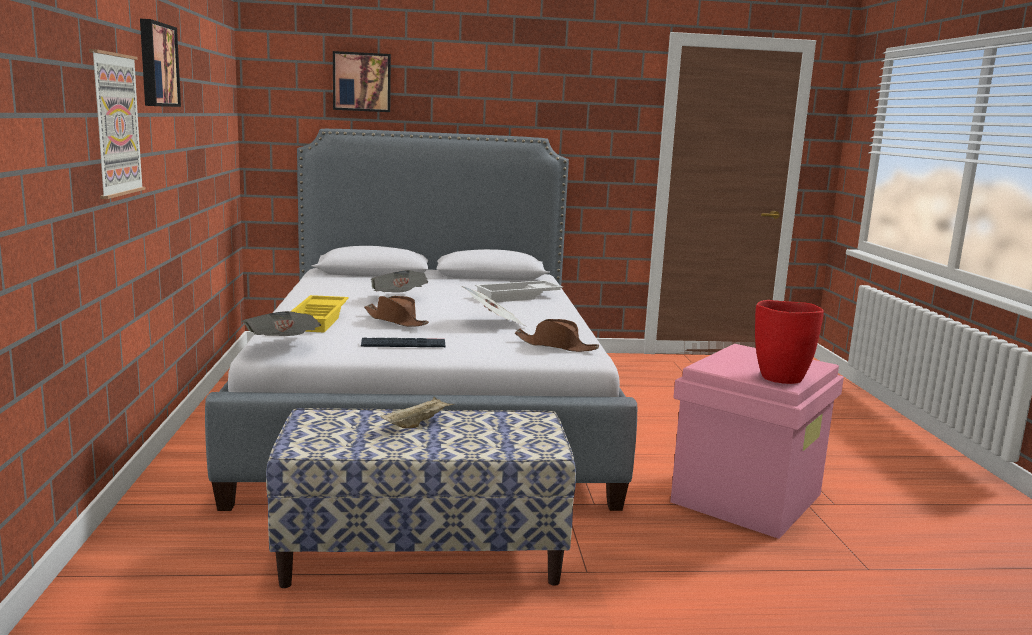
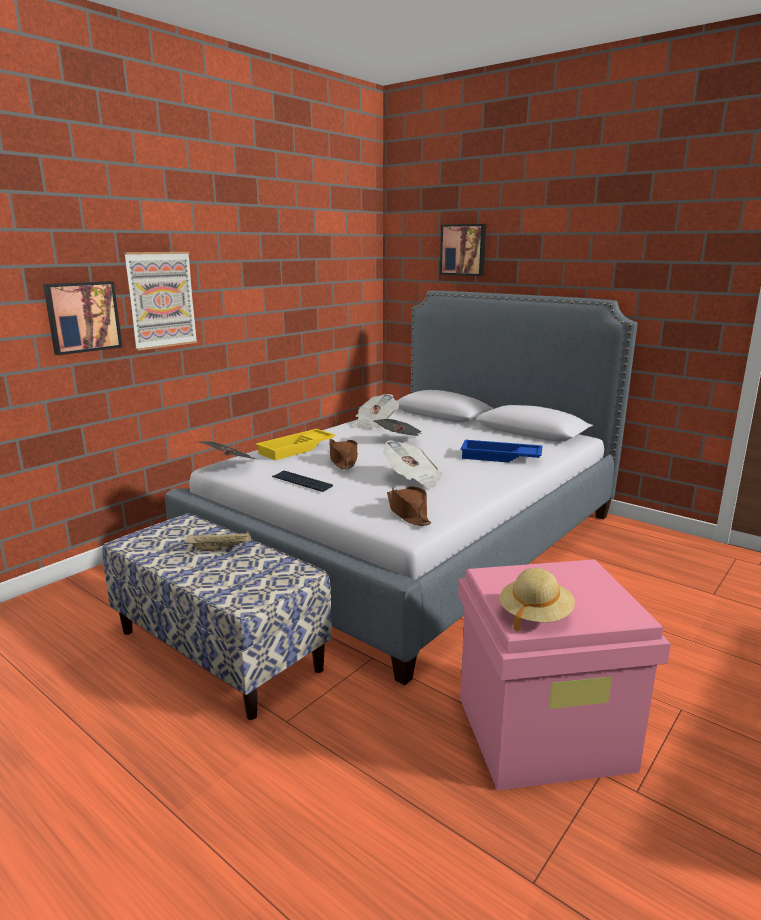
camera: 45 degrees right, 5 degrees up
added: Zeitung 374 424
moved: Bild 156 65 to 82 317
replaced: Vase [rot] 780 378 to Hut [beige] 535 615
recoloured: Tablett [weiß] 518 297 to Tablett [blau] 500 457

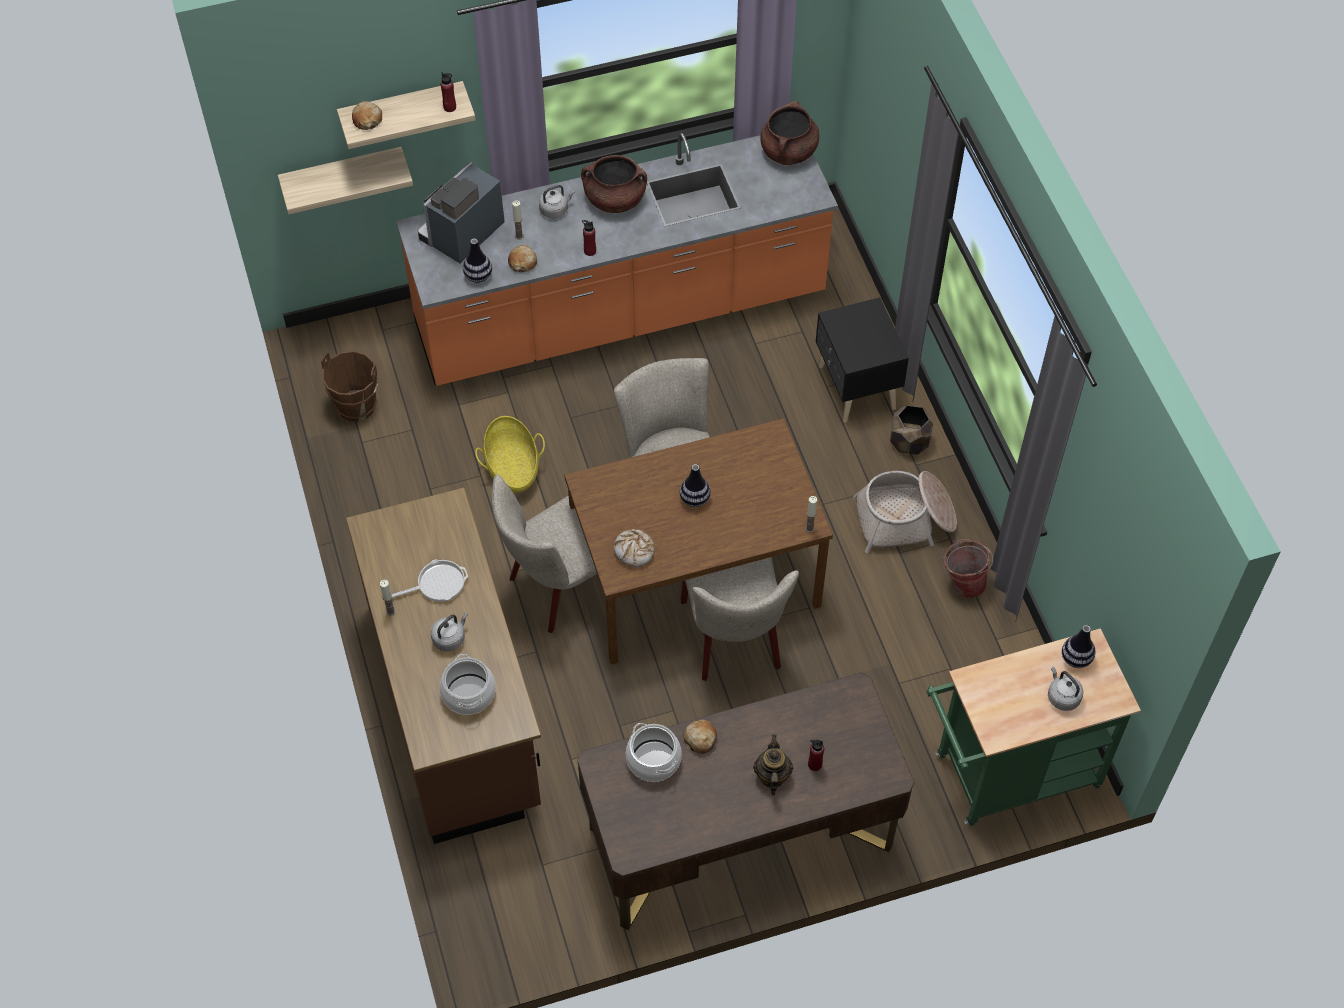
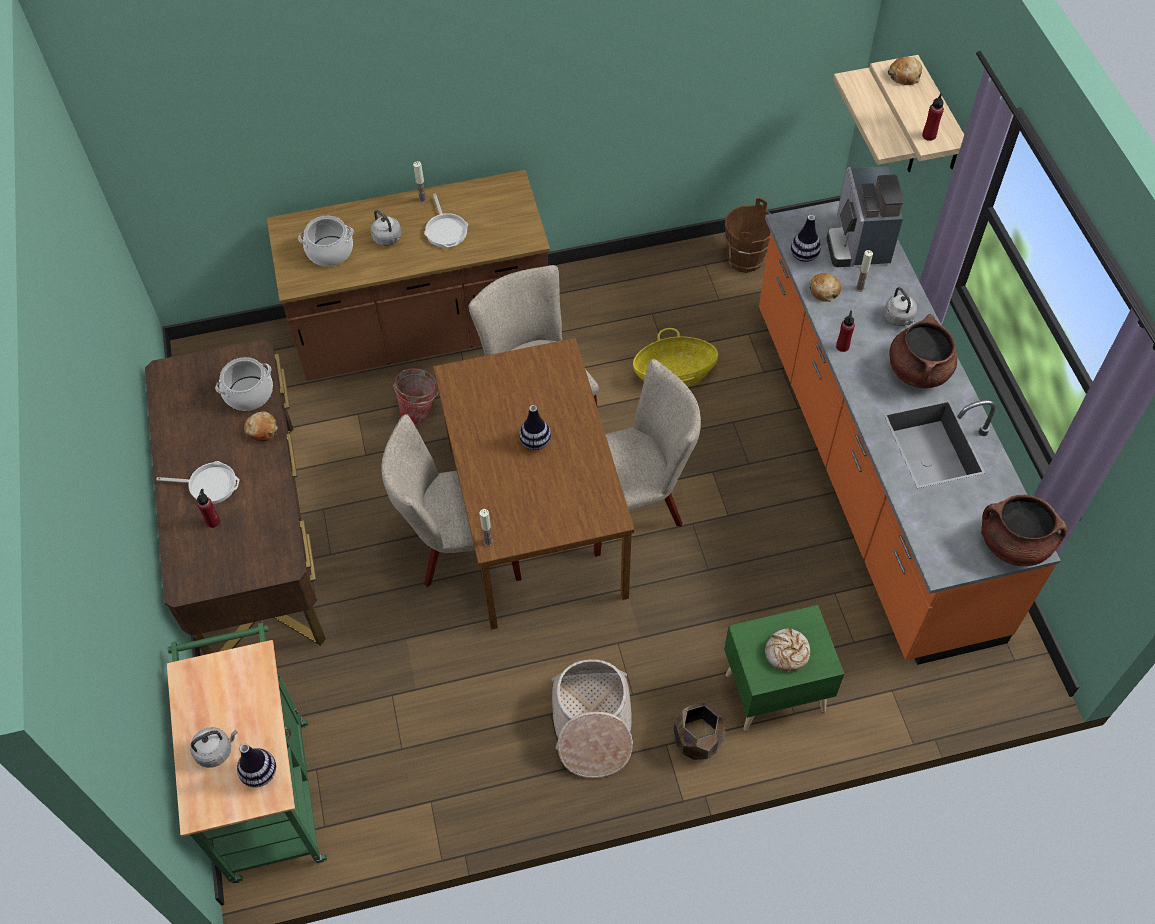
camera: 95 degrees right, 0 degrees up
moved: Eimer 963 582 to 421 411; Brot 634 551 to 786 653
replaced: Teekanne 772 776 to Pfanne 209 485
recoloured: Nachttisch [schwarz] 855 389 to Nachttisch [grün] 772 691
turned: Kaffeemaschine 461 235 = 858 242 135 degrees counterclockwise

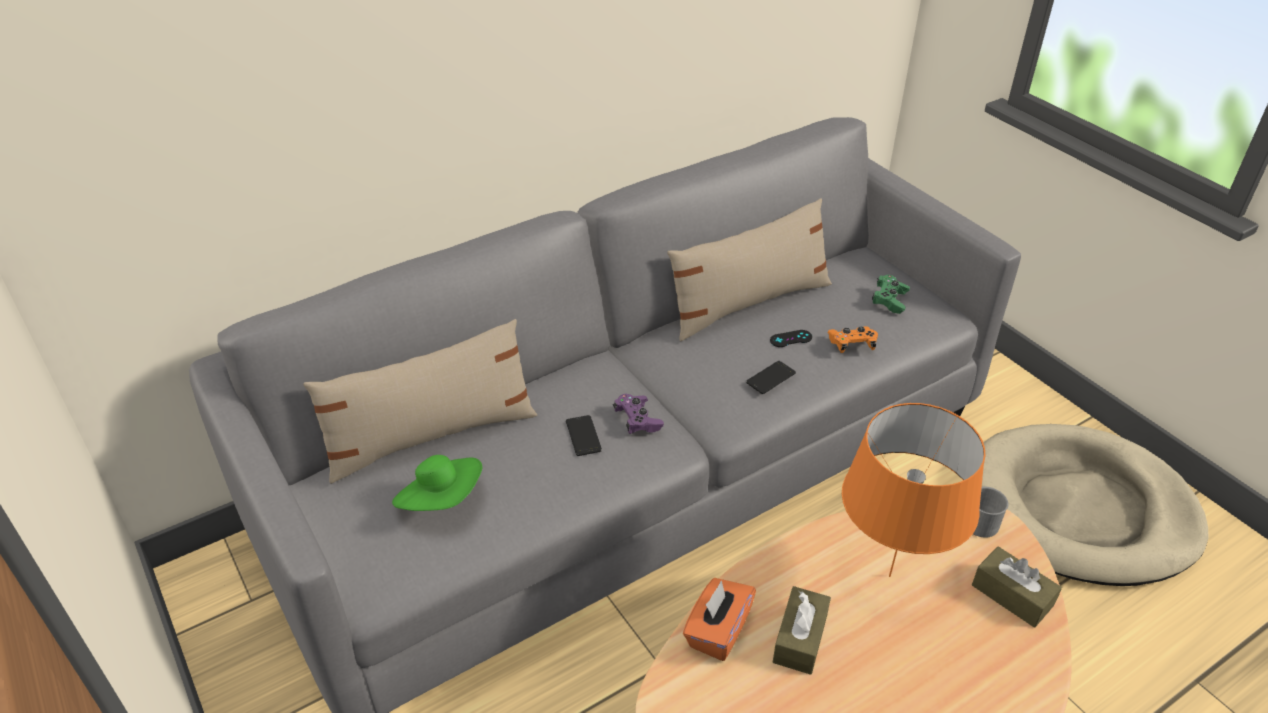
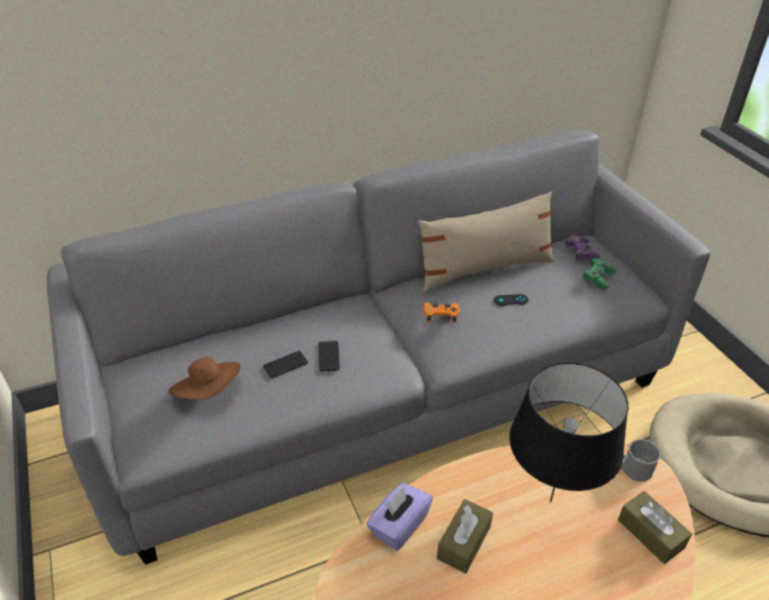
camera: 10 degrees right, 0 degrees up
removed: Kissen [beige] 431 436
moved: Handy 771 378 to 285 365; Gamepad [orange] 851 345 to 440 316; Gamepad [lila] 637 420 to 581 253
recoloured: Hut [grün] 442 500 to Hut [braun] 209 392; Taschentuchbox [orange] 717 631 to Taschentuchbox [lila] 399 526; Tischlampe [orange] 890 576 to Tischlampe [schwarz] 551 502

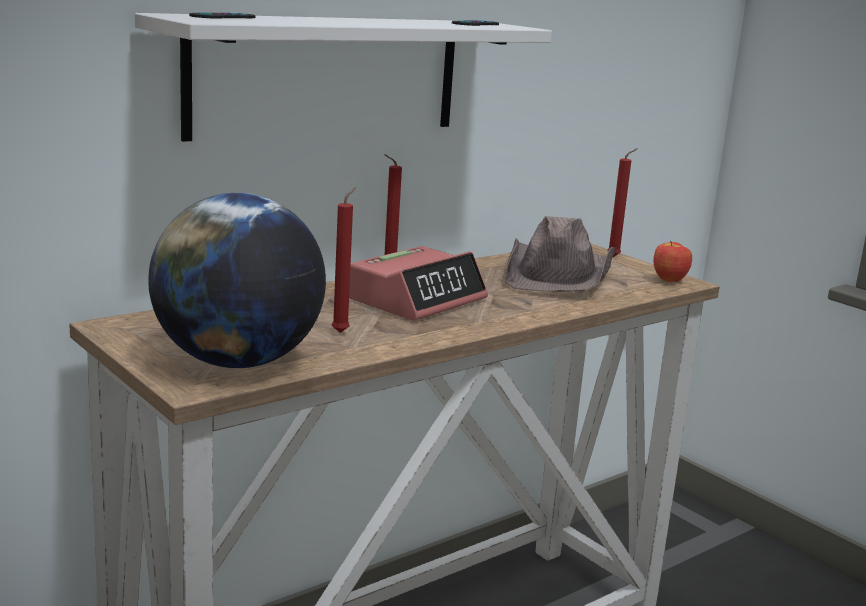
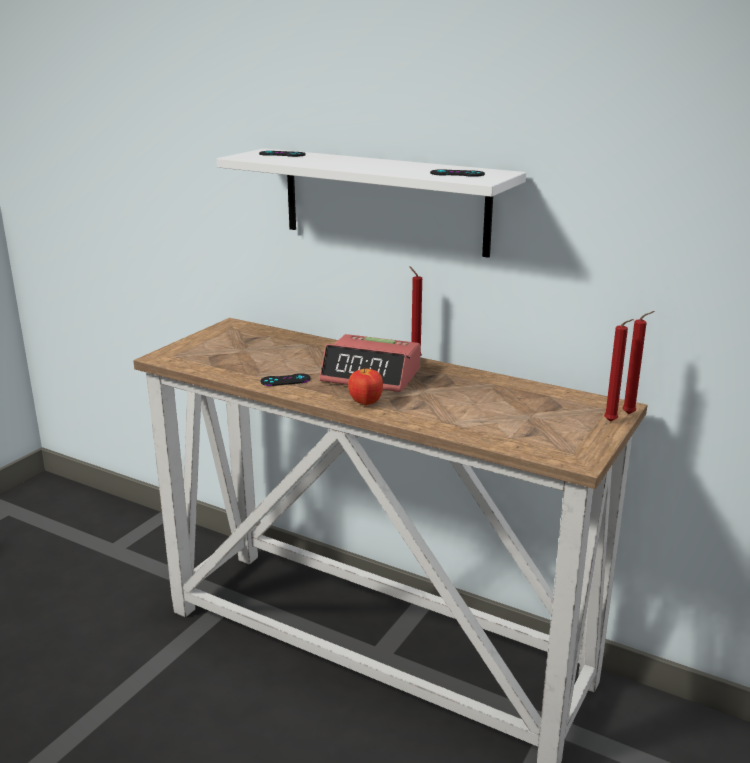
camera: 70 degrees right, 5 degrees up
removed: Globus 237 362; Hut [braun] 559 274
added: Gamepad [schwarz] 285 380
moved: Apfel 669 281 to 365 403; Kerze [rot] 342 332 to 631 414

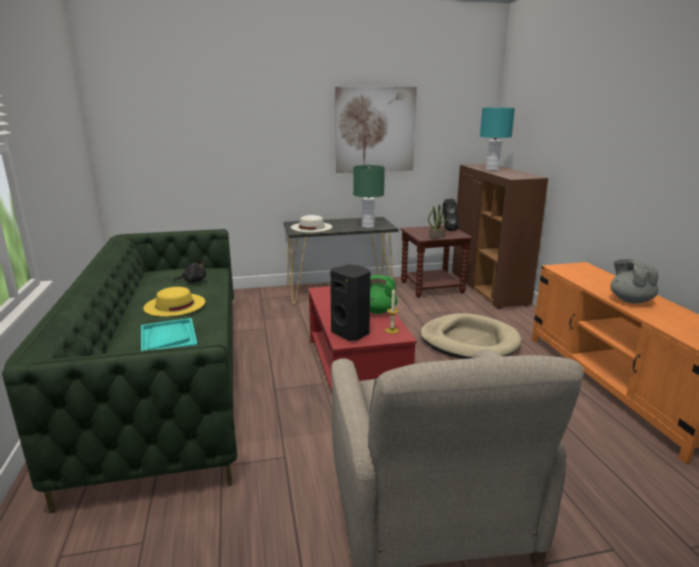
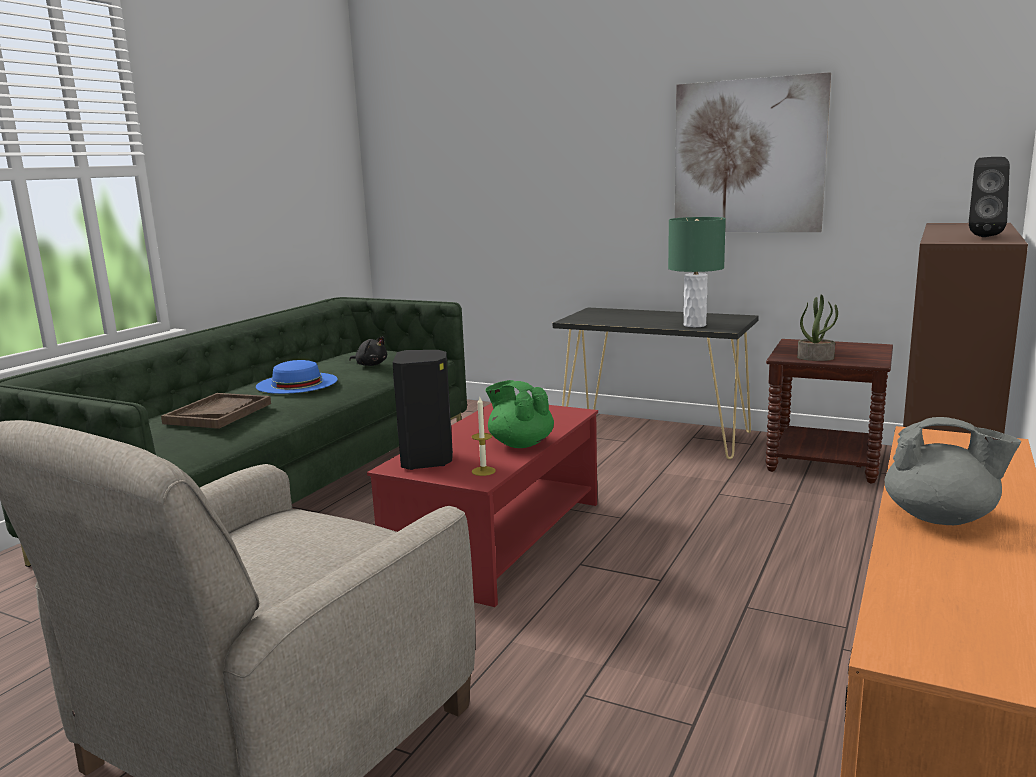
camera: 40 degrees right, 5 degrees down
removed: Hut [weiß] 311 227; Hundebett [beige] 469 341; Tischlampe [türkis] 492 169
moved: Lautsprecher [schwarz] 448 230 to 983 236
recoloured: Tablett [türkis] 168 339 to Tablett [braun] 218 413; Hut [gelb] 175 304 to Hut [blau] 297 383
turned: Teekanne [grau] 630 300 = 941 518 90 degrees clockwise

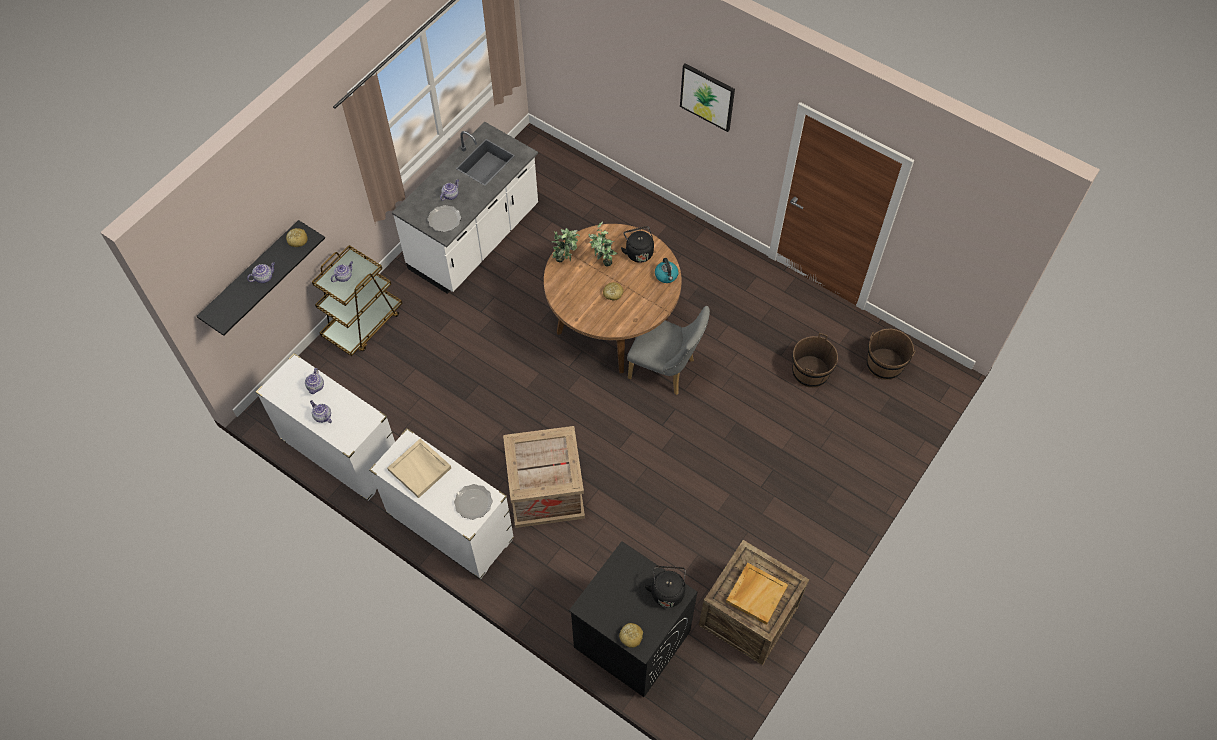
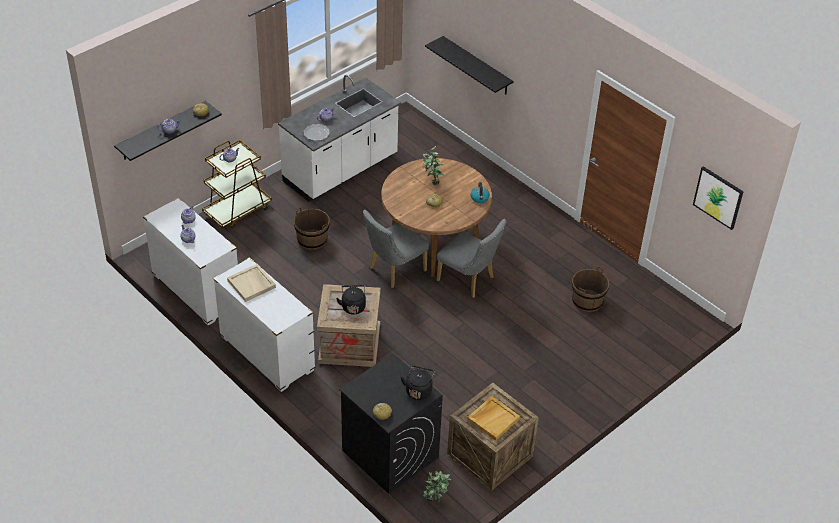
camera: 10 degrees right, 15 degrees down
removed: Teller 473 502
added: Stuhl [grau] 393 271; Wandregal [schwarz] 477 66
moved: Eimer [braun] 884 364 to 312 240; Wasserkessel [schwarz] 638 252 to 353 306; Topfpflanze 565 259 to 435 500; Bild 707 96 to 718 197

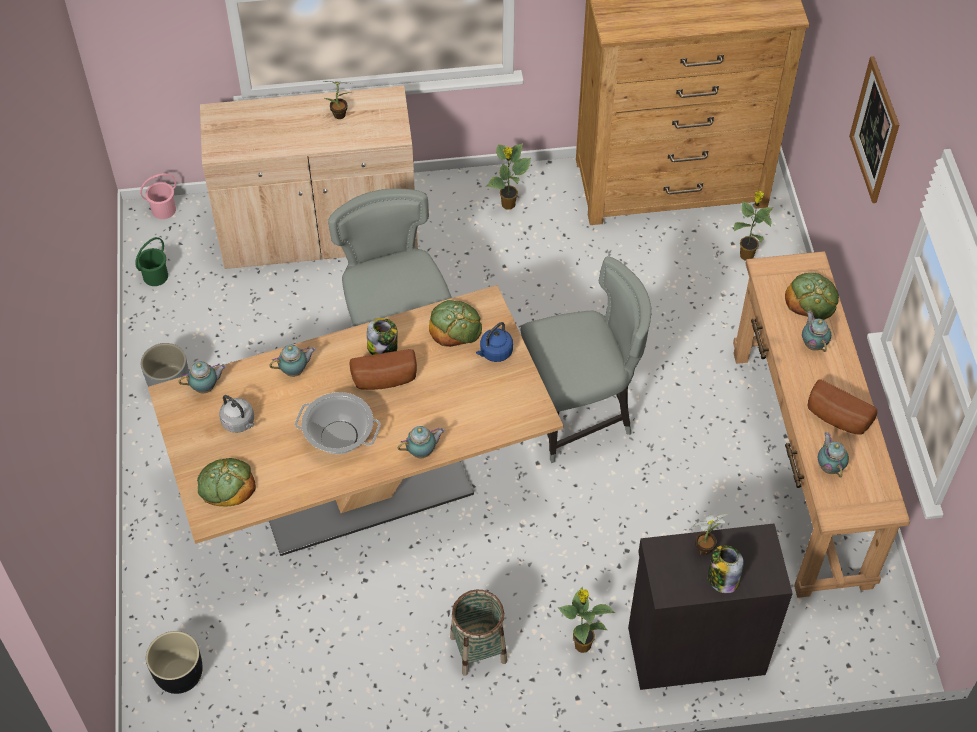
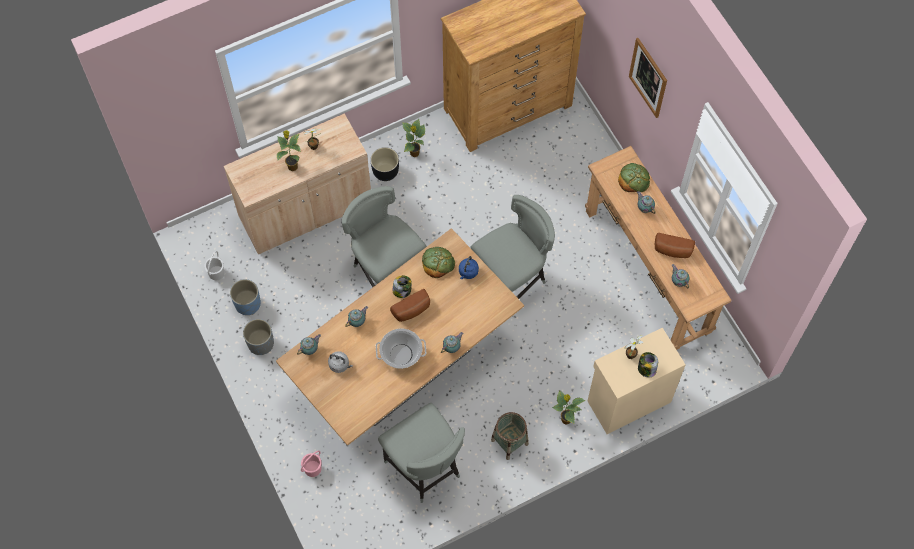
camera: 20 degrees left, 10 degrees up
removed: Brot 226 484
added: Pflanzkübel [blau] 247 304; Stuhl [grau] 425 468
moved: Topfpflanze 746 254 to 292 166; Eimer [rosa] 164 210 to 313 468; Pflanzkübel [schwarz] 179 674 to 385 171
recoloured: Eimer [grün] 155 276 to Eimer [weiß] 216 273; Schrank [schwarz] 694 649 to Schrank [beige] 628 400

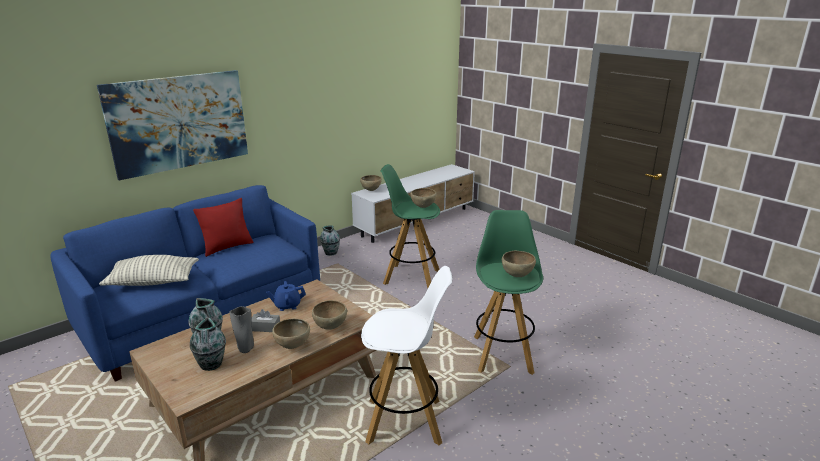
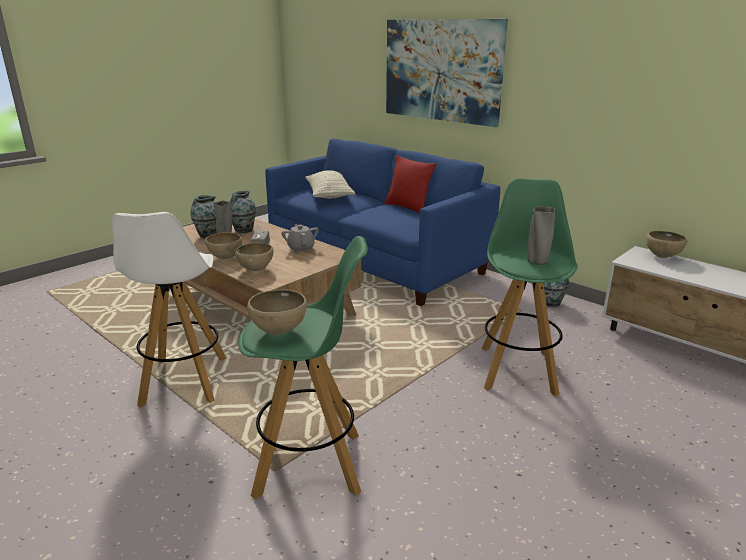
camera: 85 degrees right, 0 degrees up
replaced: Schüssel [braun] 423 207 to Vase [grau] 537 262
recoloured: Teekanne [blau] 287 305 to Teekanne [grau] 301 249

